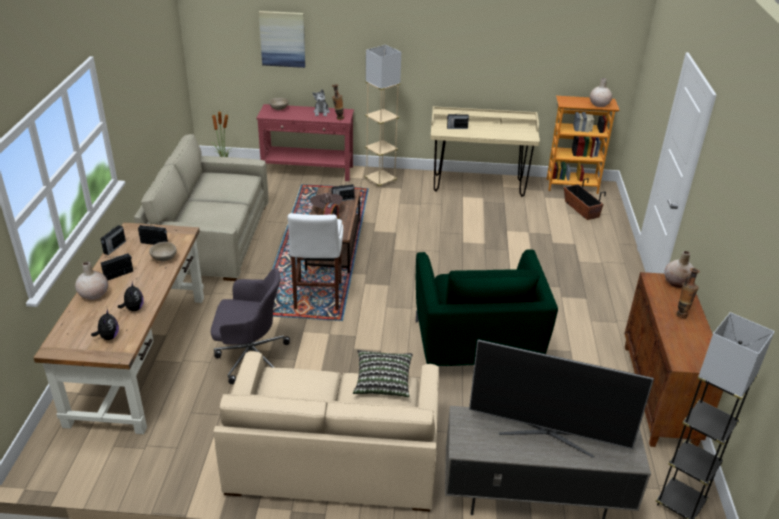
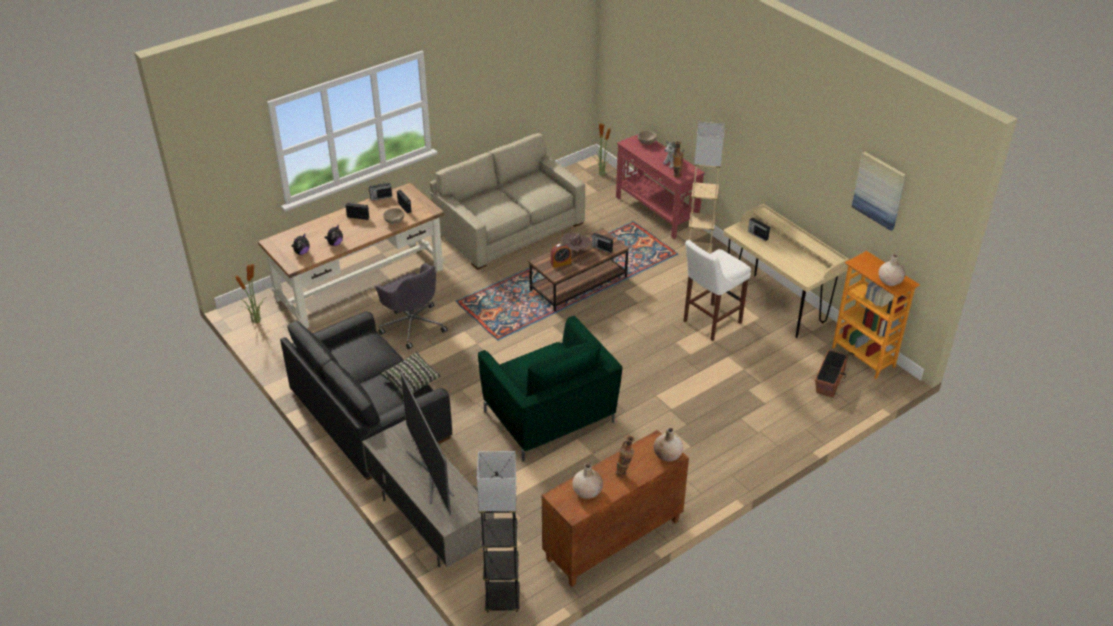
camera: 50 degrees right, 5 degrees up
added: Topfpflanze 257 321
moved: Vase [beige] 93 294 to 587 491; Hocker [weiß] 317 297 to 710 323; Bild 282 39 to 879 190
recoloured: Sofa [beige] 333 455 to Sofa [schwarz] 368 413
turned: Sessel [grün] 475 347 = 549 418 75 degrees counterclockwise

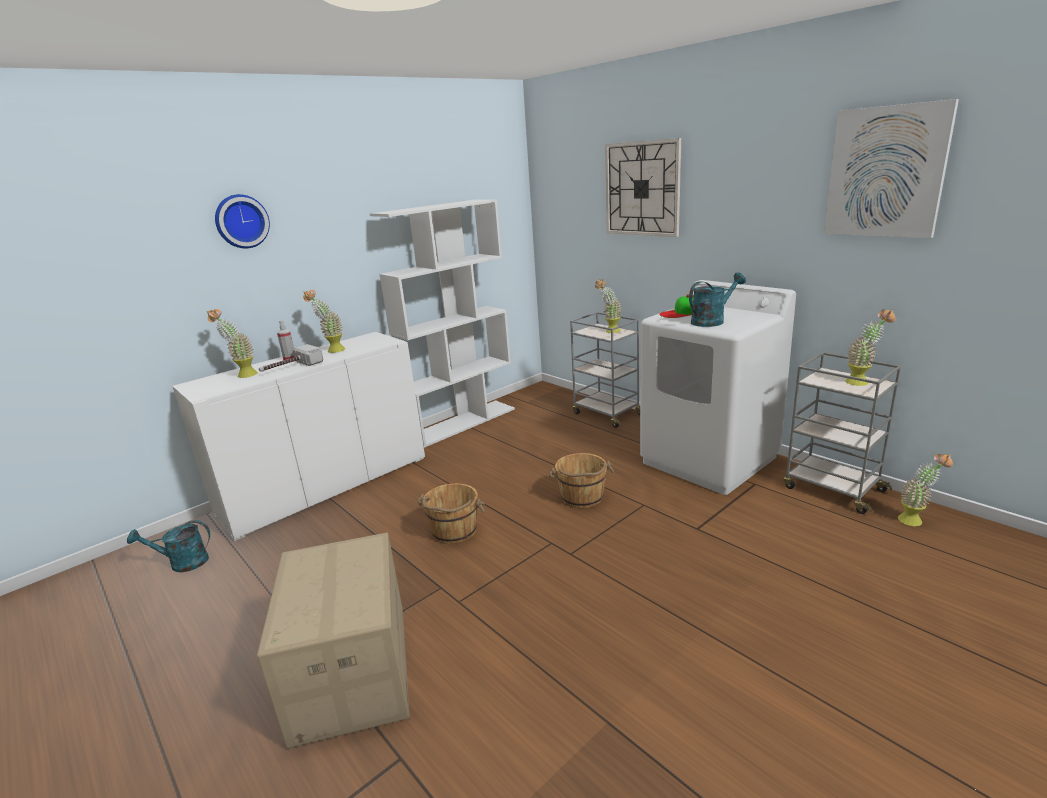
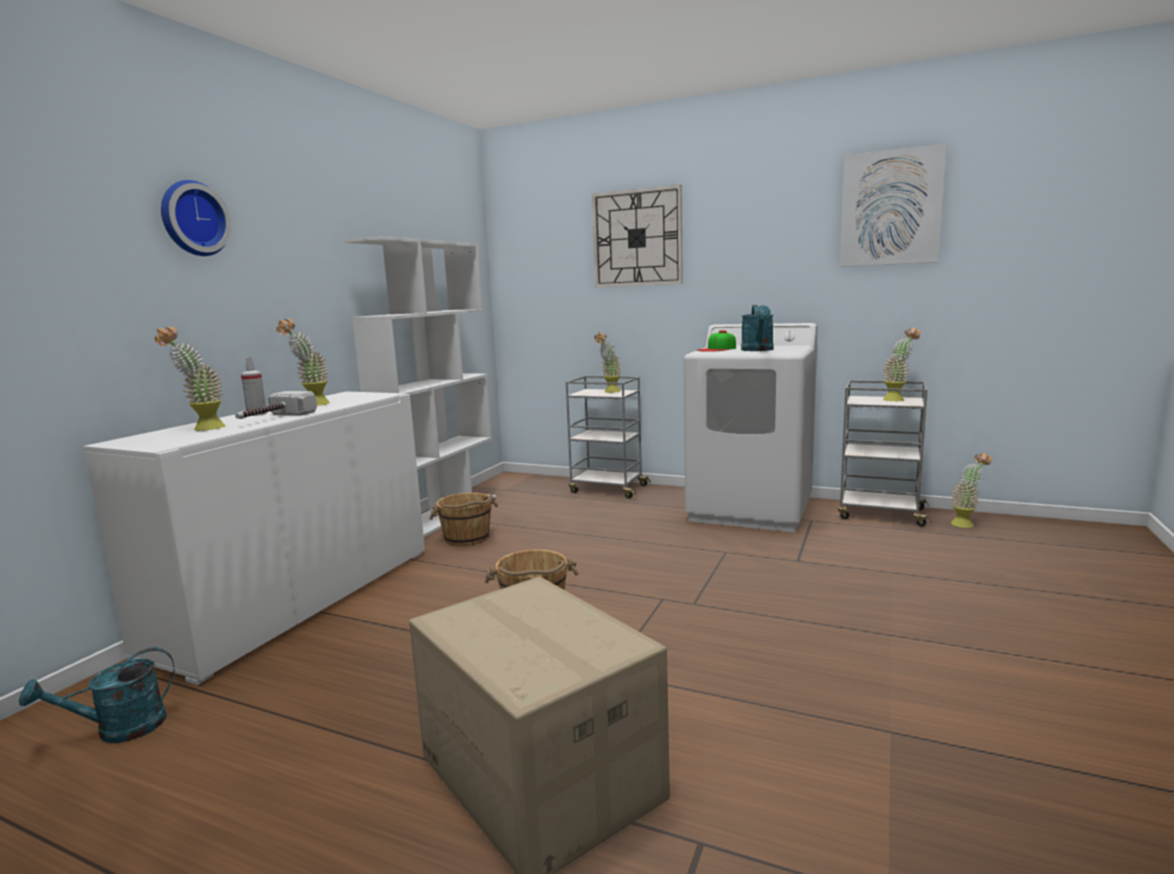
camera: 25 degrees left, 10 degrees down
moved: Eimer [braun] 582 497 to 467 538
turned: Gießkanne [türkis] 712 321 = 758 350 150 degrees clockwise

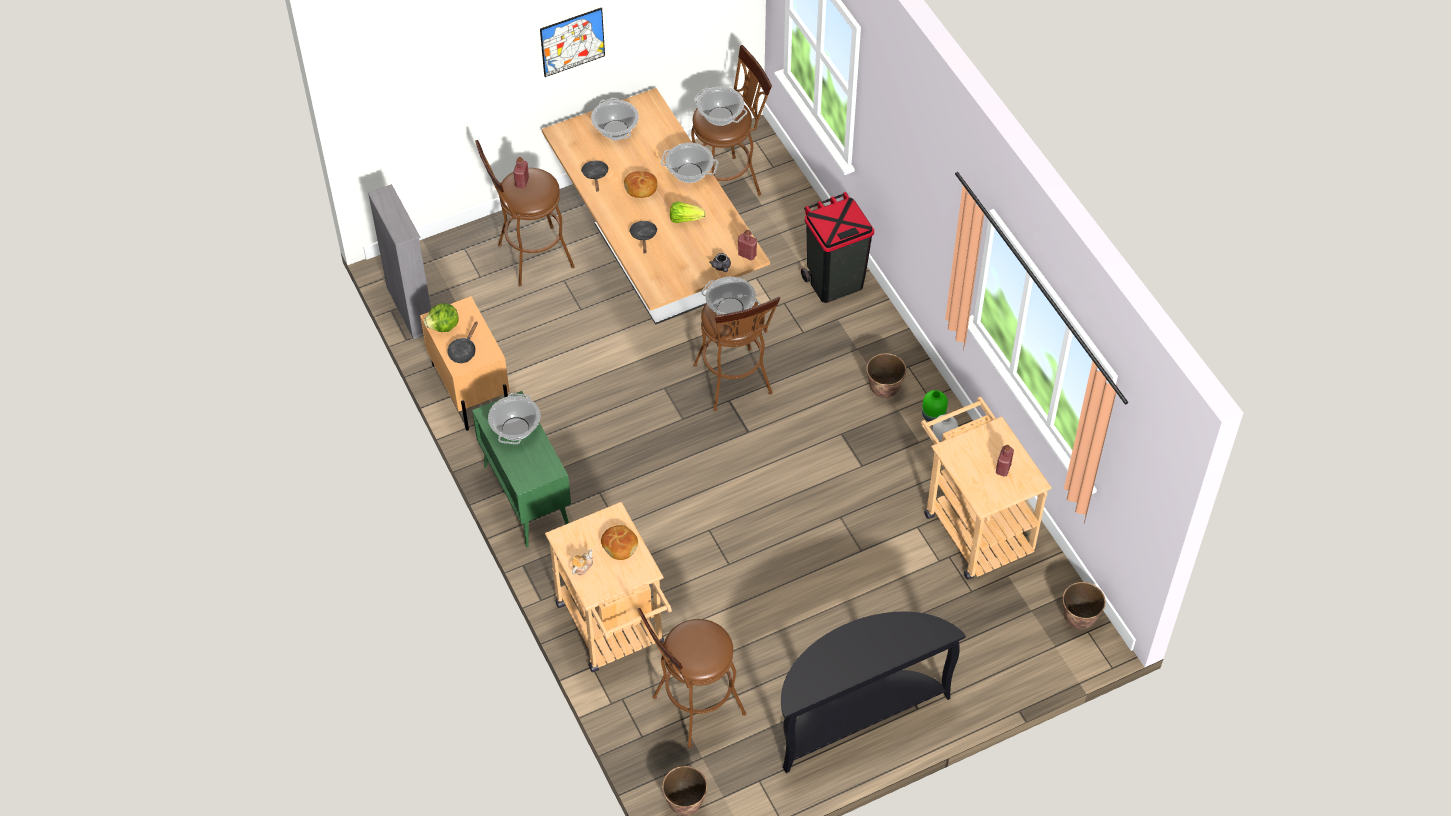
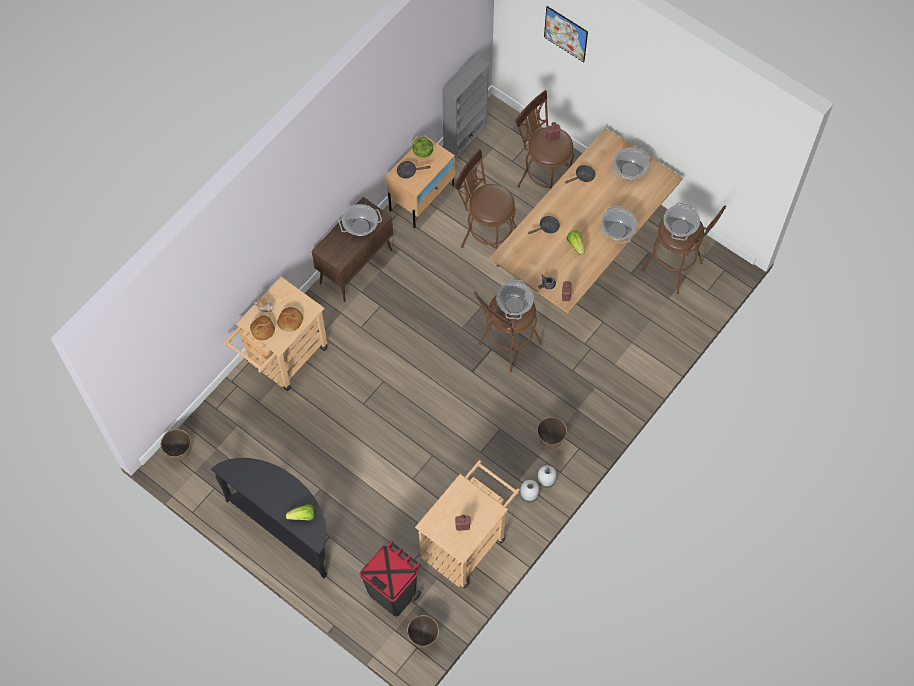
camera: 65 degrees right, 10 degrees up
added: Salatkopf 302 516
moved: Brot 641 188 to 262 330; Mülleimer [schwarz] 834 282 to 392 593; Hocker [braun] 692 709 to 486 238; Bild 572 42 to 565 34
recoloured: Schrank [grün] 526 497 to Schrank [braun] 356 266; Vase [grün] 933 415 to Vase [weiß] 545 480

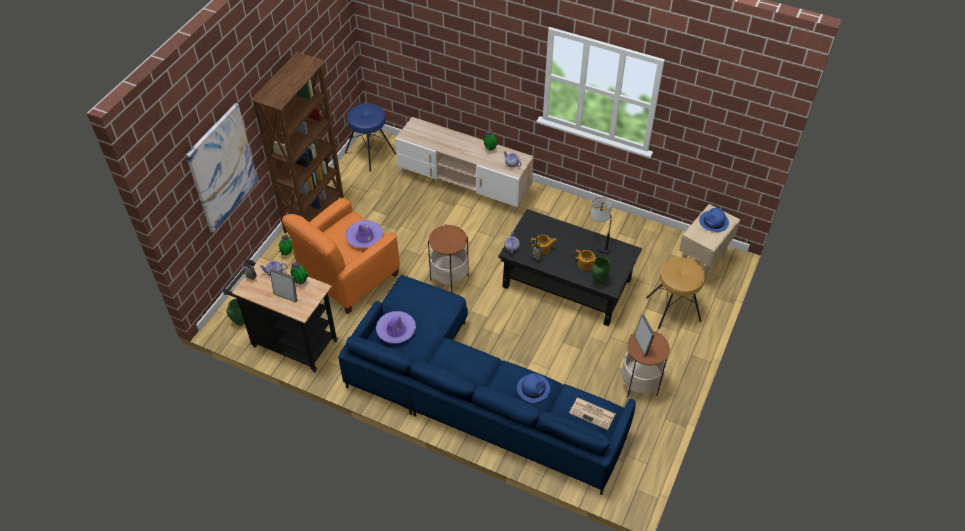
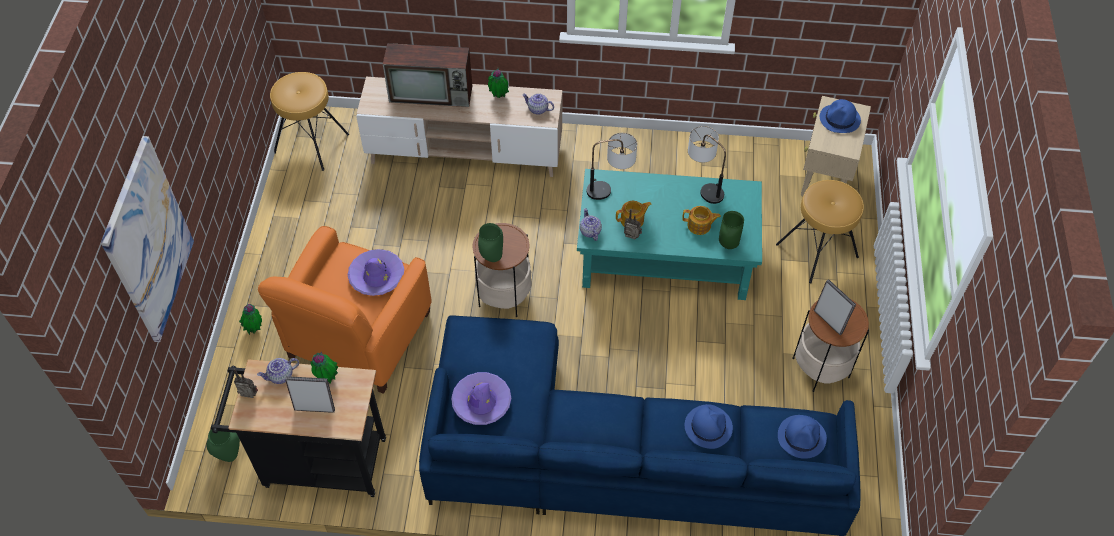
camera: 20 degrees left, 5 degrees up
removed: Bücherregal [braun] 315 214
added: Fernseher 432 94; Vase [grün] 491 257; Tischlampe 610 189
replaced: Zeitung 593 413 to Hut [blau] 802 437
recoloured: Hocker [blau] 370 153 to Hocker [braun] 311 143; Couchtisch [schwarz] 566 283 to Couchtisch [türkis] 664 256

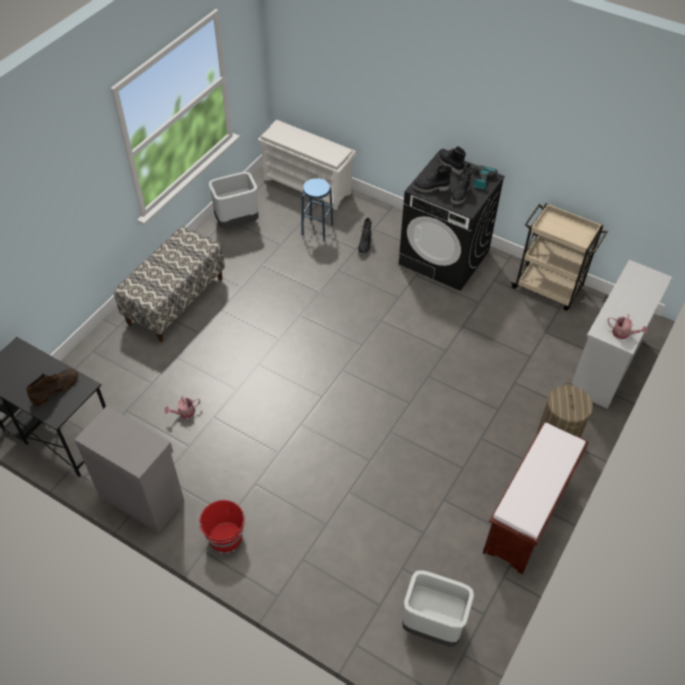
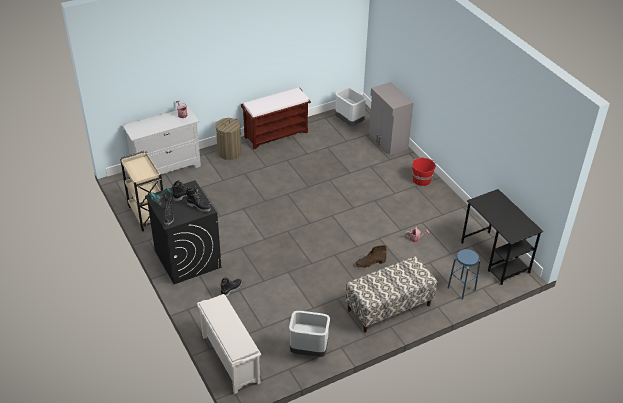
camera: 150 degrees left, 10 degrees down
moved: Stiefel [braun] 55 389 to 370 263; Schrank [grau] 142 497 to 387 141; Hocker [blau] 317 230 to 461 289

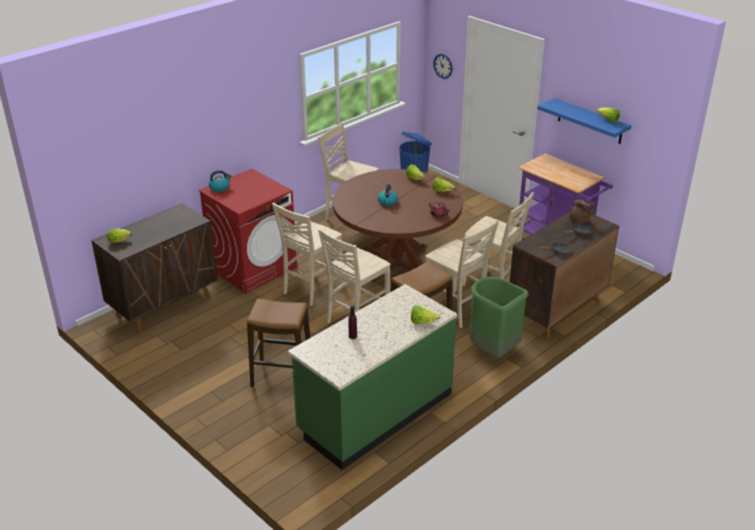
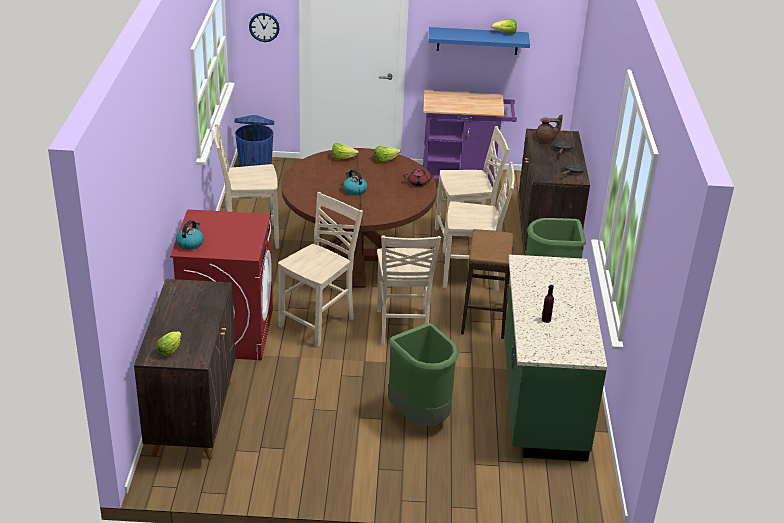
camera: 45 degrees left, 0 degrees up
removed: Salatkopf 422 322
replaced: Hocker 282 377 to Mülleimer [grün] 421 416
turned: Stuhl [beige] 311 289 = 319 323 135 degrees counterclockwise

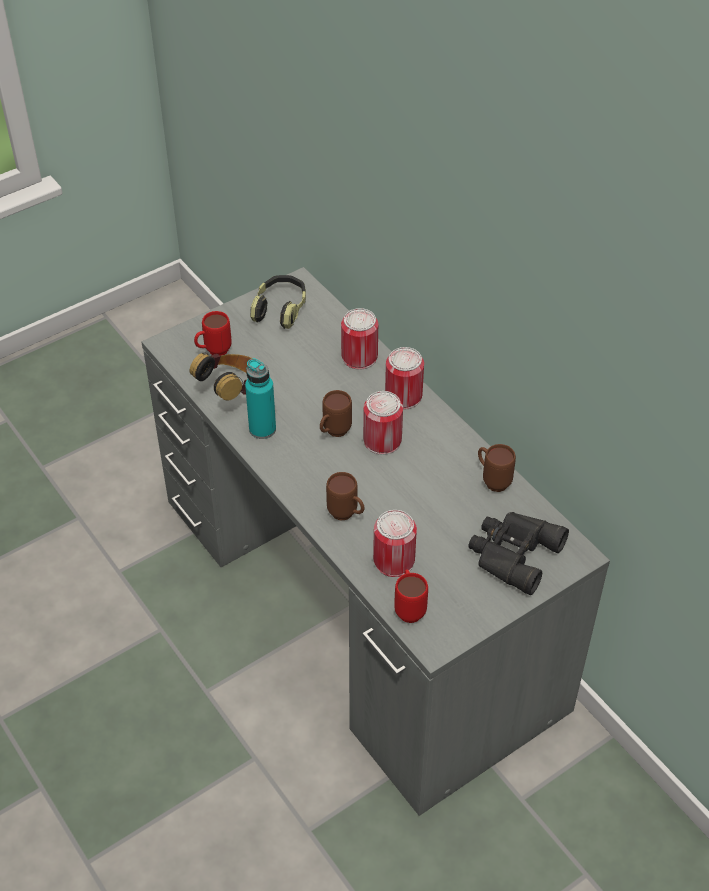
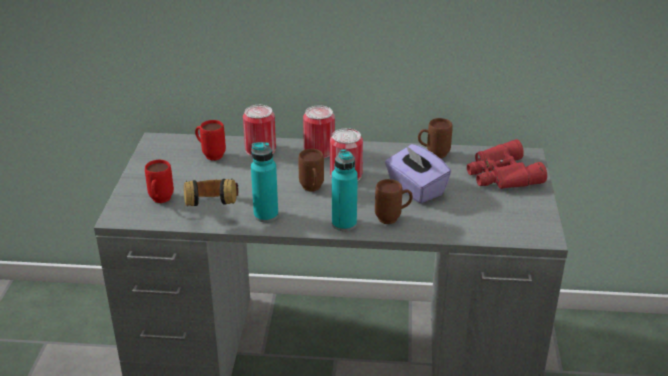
camera: 50 degrees left, 15 degrees down
removed: Kopfhörer 280 309; Dose 394 560
added: Flasche [türkis] 344 224; Taschentuchbox [lila] 415 189
moved: Henkelbecher [rot] 409 608 to 210 155
recoloured: Fernglas [schwarz] 512 553 to Fernglas [rot] 501 175

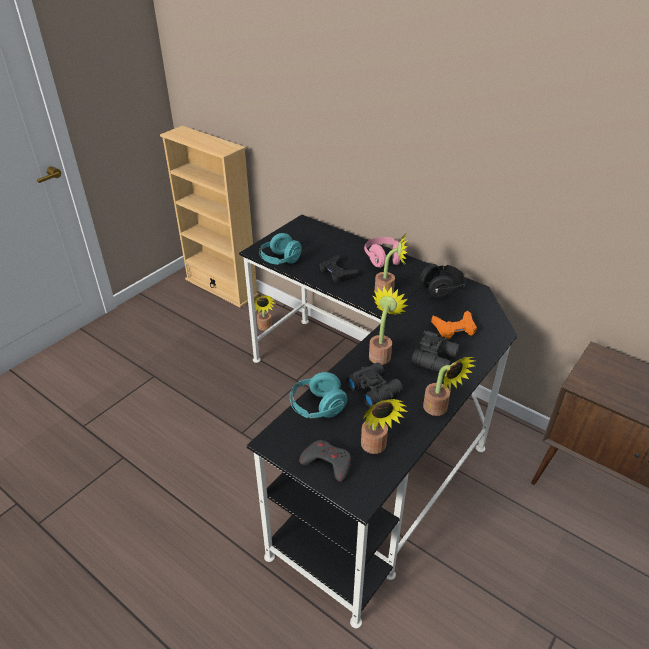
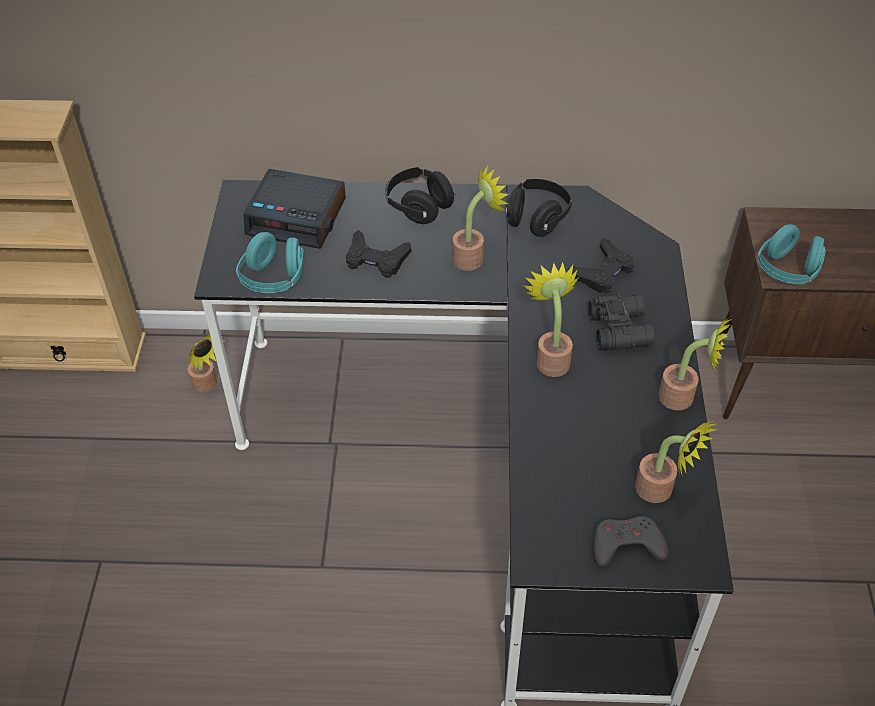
camera: 35 degrees left, 10 degrees up
removed: Fernglas [schwarz] 374 389
added: Wecker 298 217
moved: Kopfhörer [türkis] 317 407 to 787 271
recoloured: Kopfhörer [rosa] 383 259 to Kopfhörer [schwarz] 419 207; Gamepad [orange] 454 328 to Gamepad [schwarz] 603 272

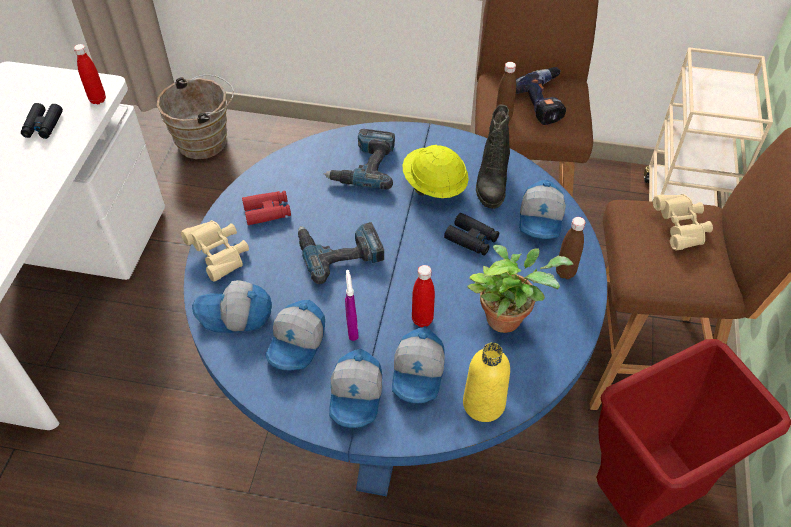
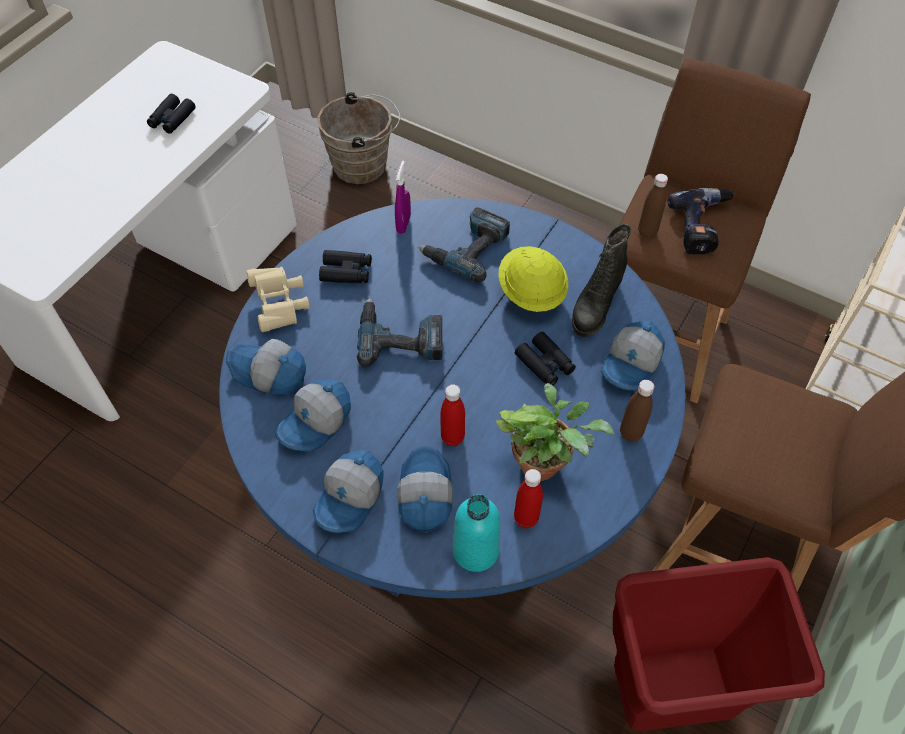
camera: 20 degrees right, 5 degrees up
removed: Fernglas [beige] 680 228
moved: Sprühflasche [lila] 352 329 to 403 224; Flasche [rot] 98 100 to 526 518
recoloured: Fernglas [rot] 267 211 to Fernglas [schwarz] 346 271; Flasche [gelb] 483 404 to Flasche [türkis] 475 550
turned: Kappe 419 373 = 424 495 150 degrees clockwise

